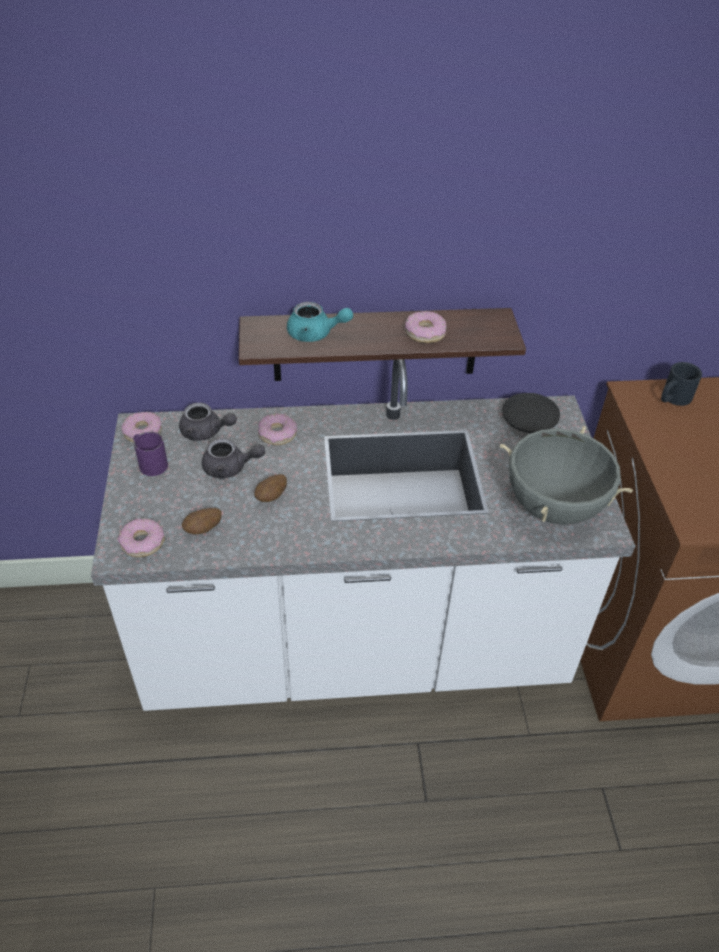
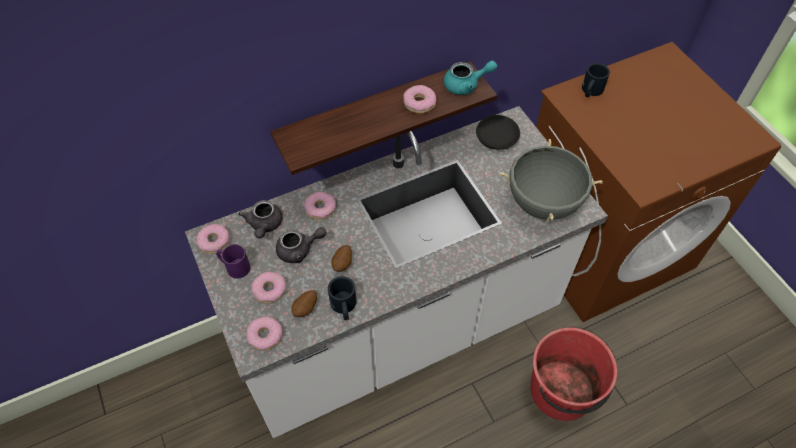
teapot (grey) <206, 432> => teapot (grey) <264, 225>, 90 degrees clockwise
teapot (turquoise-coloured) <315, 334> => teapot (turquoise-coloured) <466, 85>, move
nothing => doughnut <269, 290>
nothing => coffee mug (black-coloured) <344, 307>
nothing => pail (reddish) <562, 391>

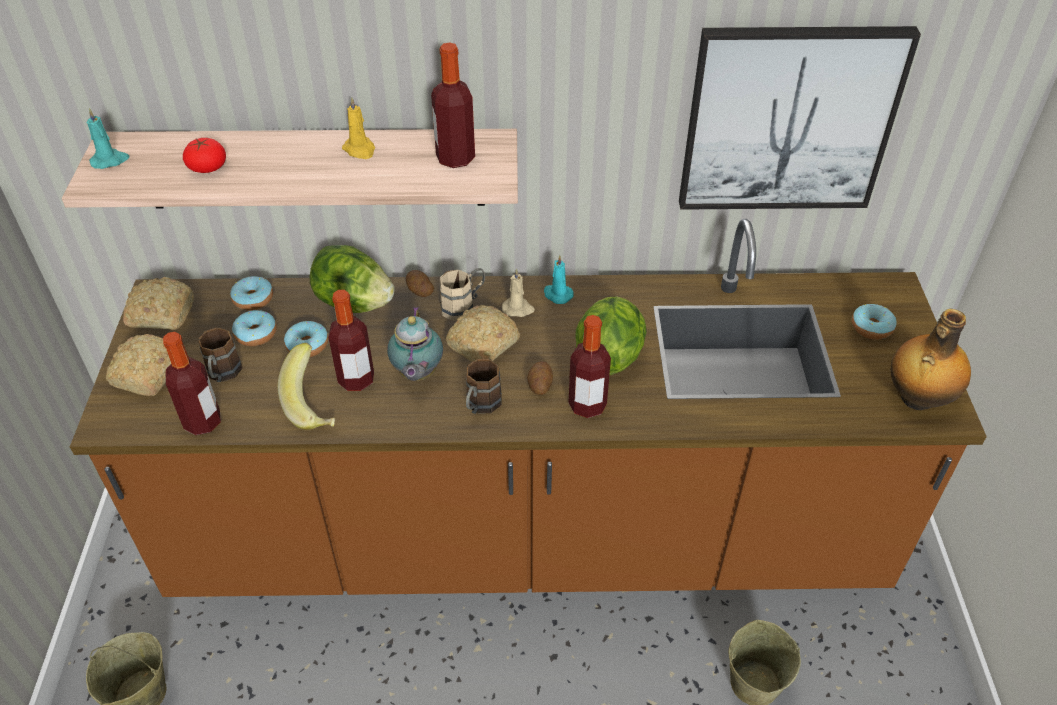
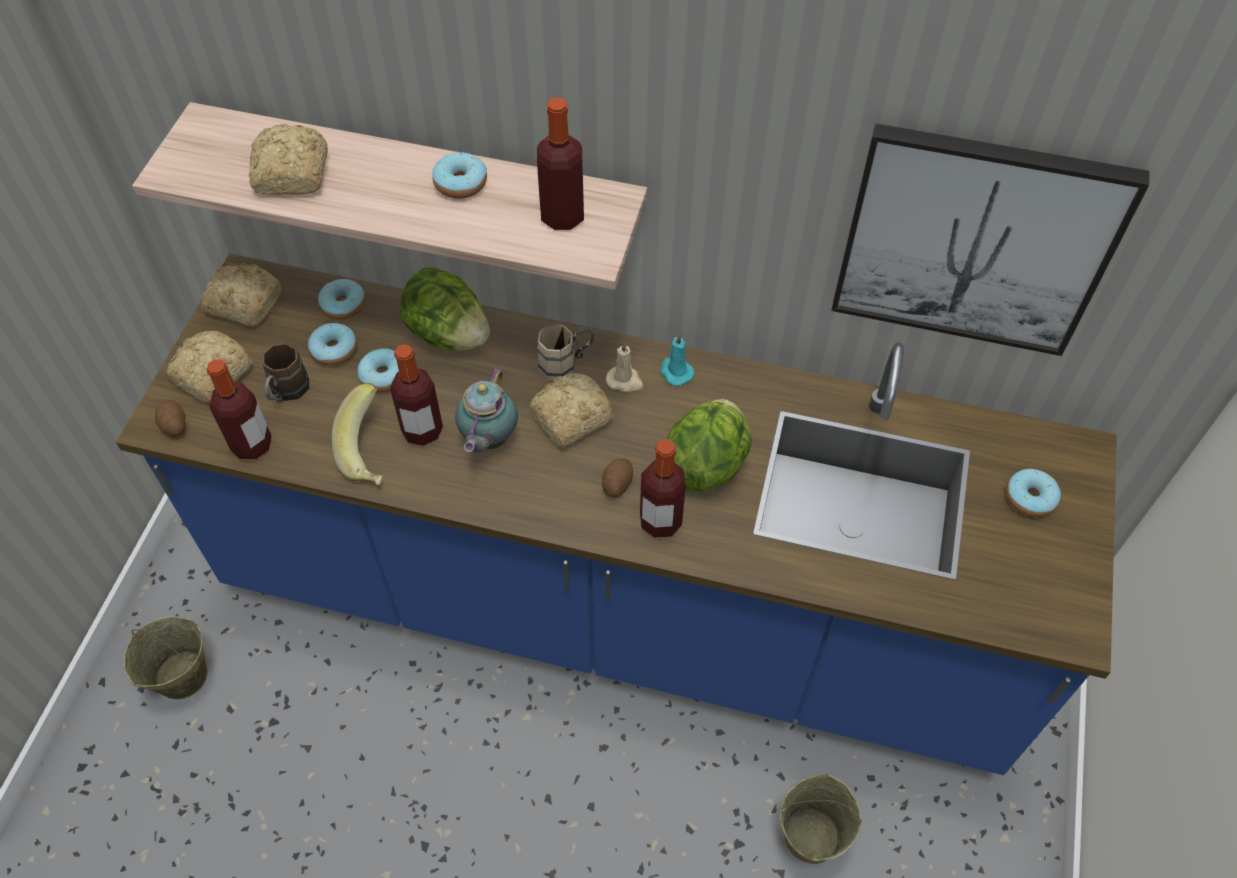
kitchen counter (brownish) <528, 538> => kitchen counter (blue-coloured) <617, 607>
wax light (turquoise-coloured) <110, 160> => nothing
whole tomato <207, 167> => bakery bread <291, 175>
wax light (yellow-coloured) <360, 150> => doughnut <461, 183>
spud <419, 291> => spud <173, 425>, move
coffee mug (brownish) <480, 406> => nothing
beverage bottle <916, 399> => nothing

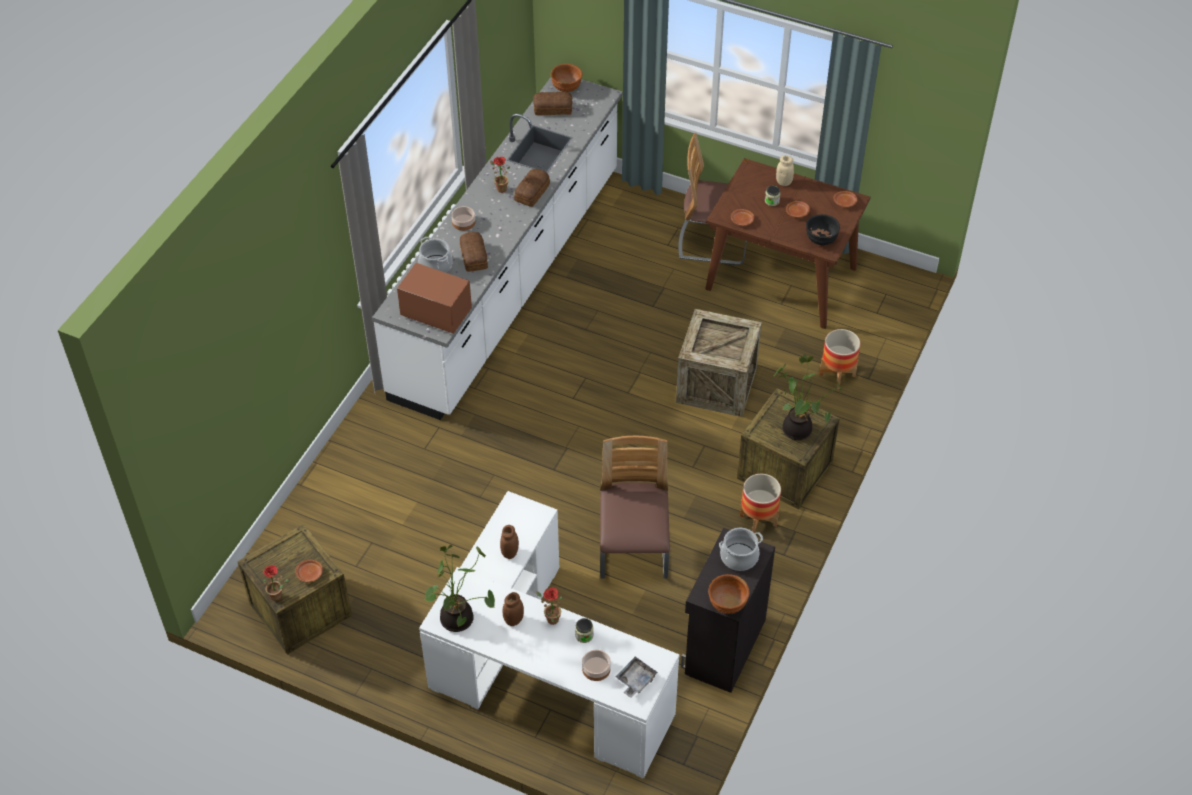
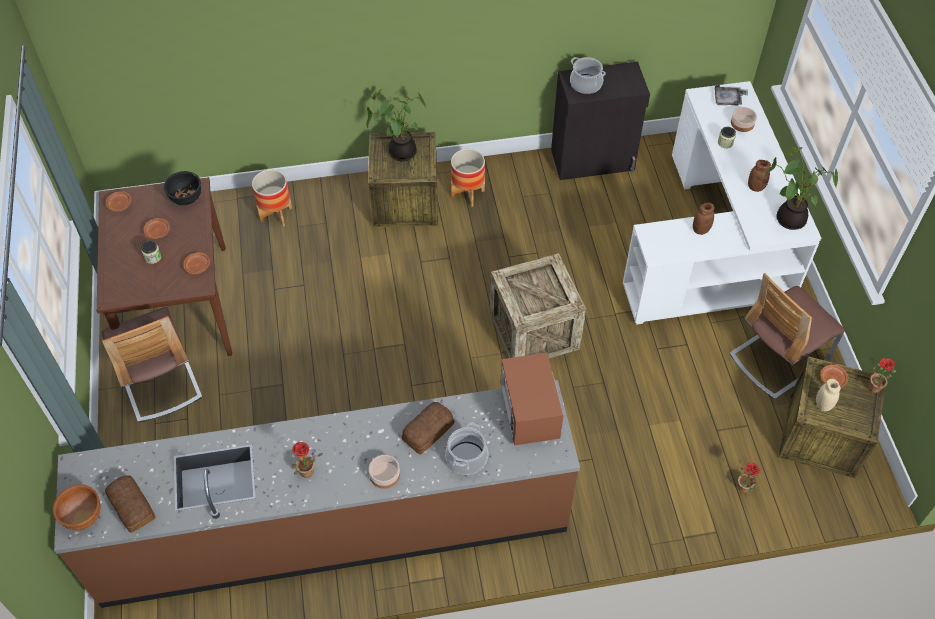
kitchen counter (whitish) <509, 282> => kitchen counter (brownish) <333, 526>
bakery bread <533, 192> => nothing
houseplant <550, 619> => houseplant <744, 490>, move
upright chair <633, 551> => upright chair <778, 359>, move
packing crate <716, 384> => packing crate <534, 331>, move
serving bowl (brownish) <727, 604> => nothing
jar (beige-coloured) <784, 182> => jar (beige-coloured) <823, 405>, move

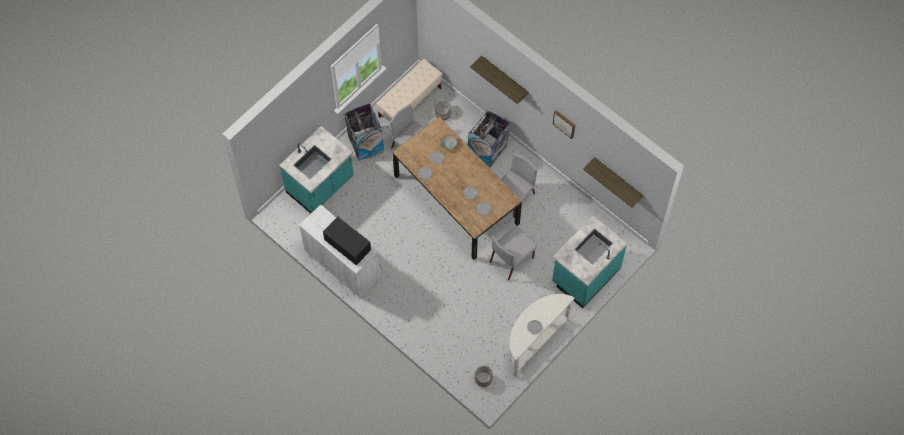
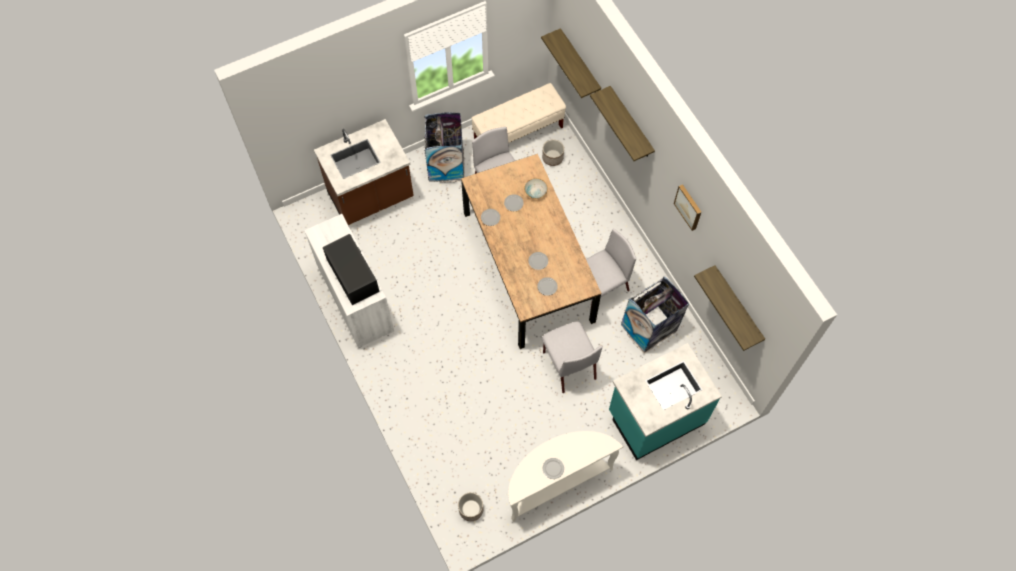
kitchen counter (turquoise-coloured) <320, 186> => kitchen counter (brownish) <371, 197>
rubbish bin <487, 149> => rubbish bin <649, 327>, move
upright chair (grey) <512, 259> => upright chair (grey) <568, 364>, 90 degrees counterclockwise
nothing => shelf <580, 64>

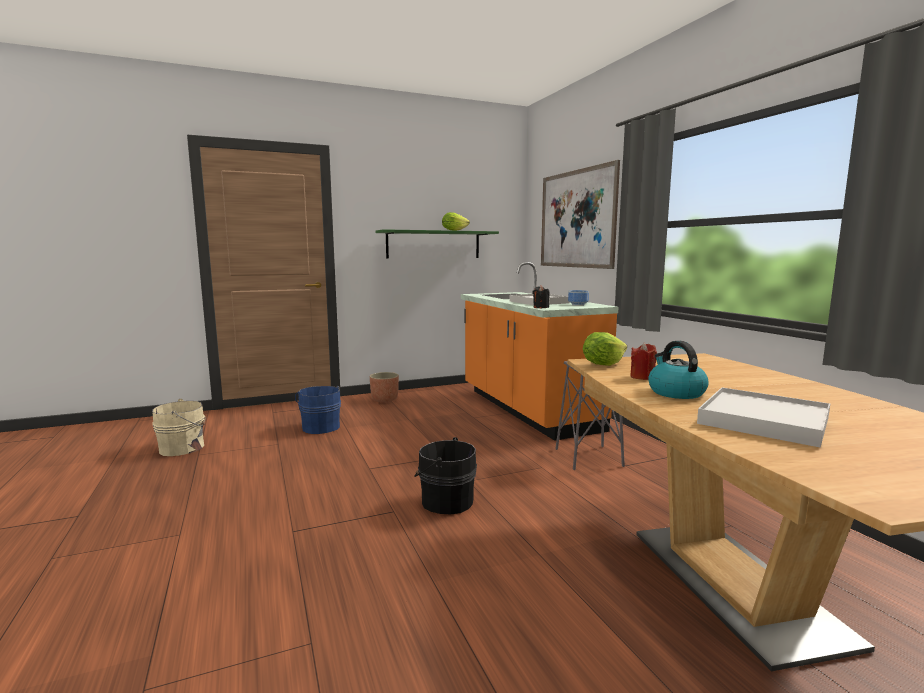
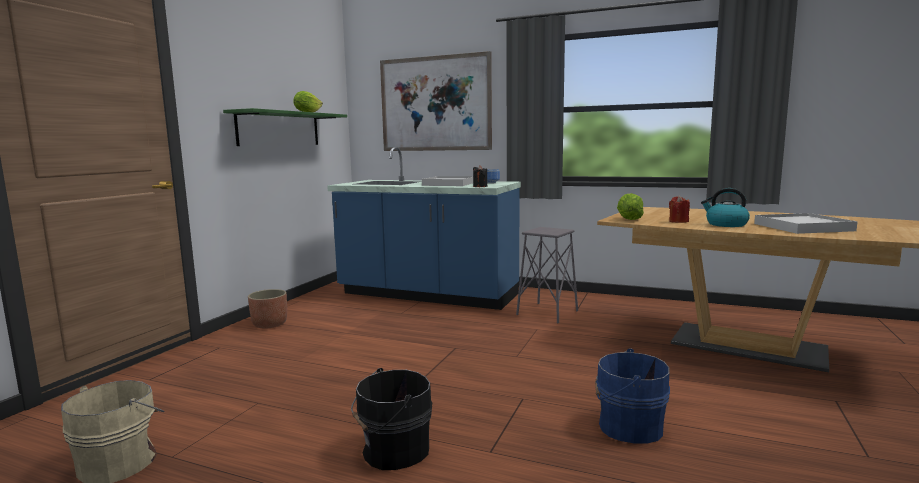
pail (blue-coloured) <320, 427> => pail (blue-coloured) <627, 426>, move
pail (black-coloured) <445, 501> => pail (black-coloured) <392, 451>, move
kitchen counter (orange-coloured) <526, 409> => kitchen counter (blue-coloured) <427, 295>

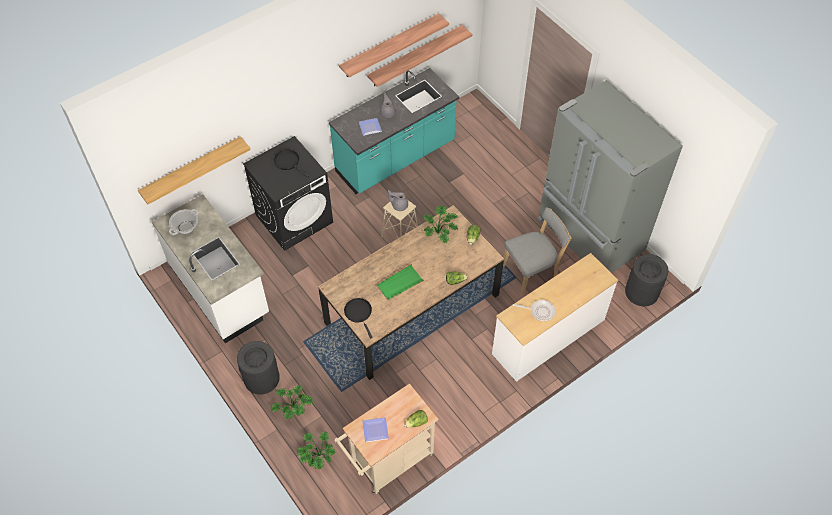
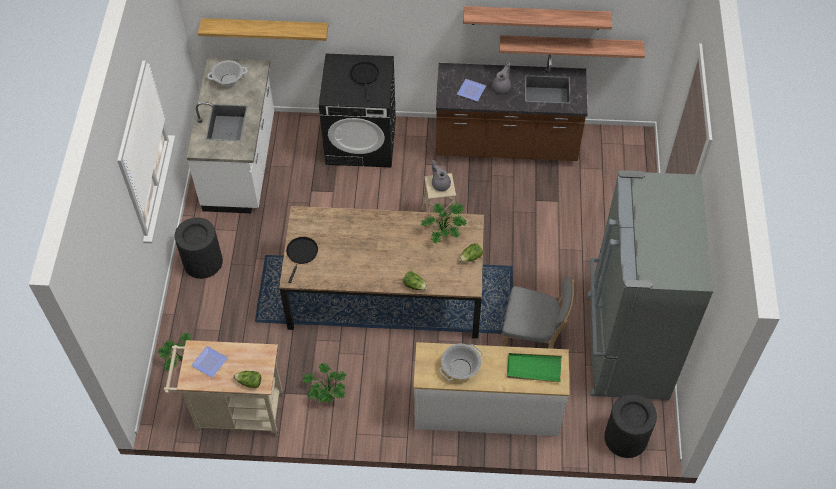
houseplant <293, 409> => houseplant <327, 393>, move
kitchen counter (turquoise-coloured) <396, 158> => kitchen counter (brownish) <506, 145>
carrying tray (green) <400, 284> => carrying tray (green) <533, 368>, move
pan <540, 311> => cooking pot <460, 368>

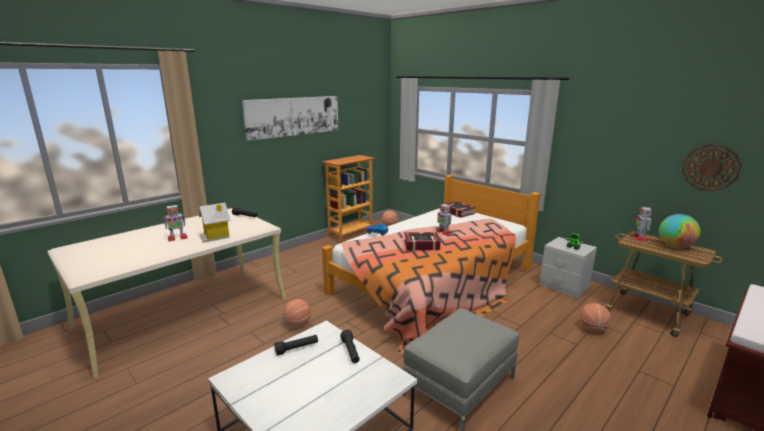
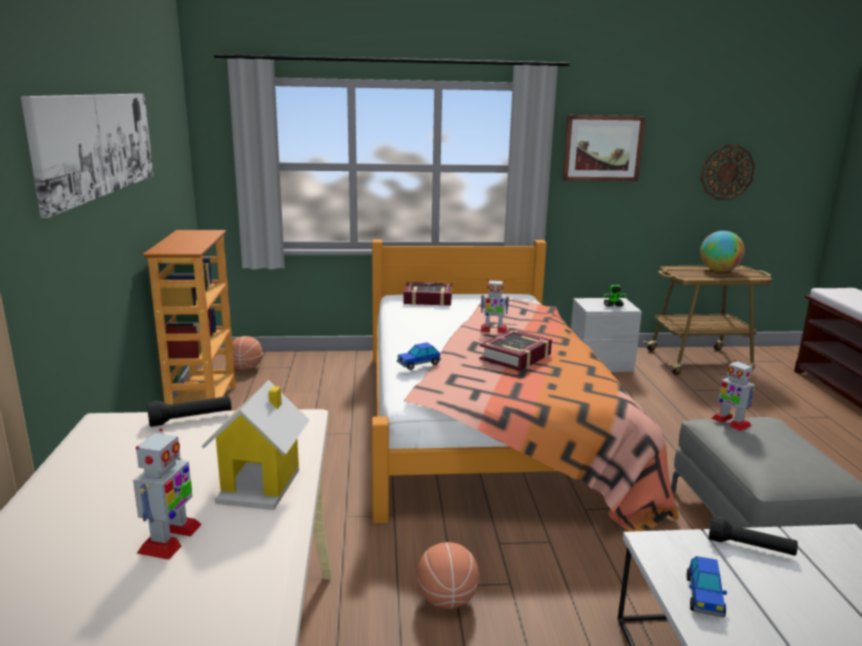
torch (black-coloured) <297, 349> => miniature car <704, 596>
basketball <593, 329> => nothing
model robot <640, 238> => model robot <730, 422>, move
nothing => wall art <602, 148>

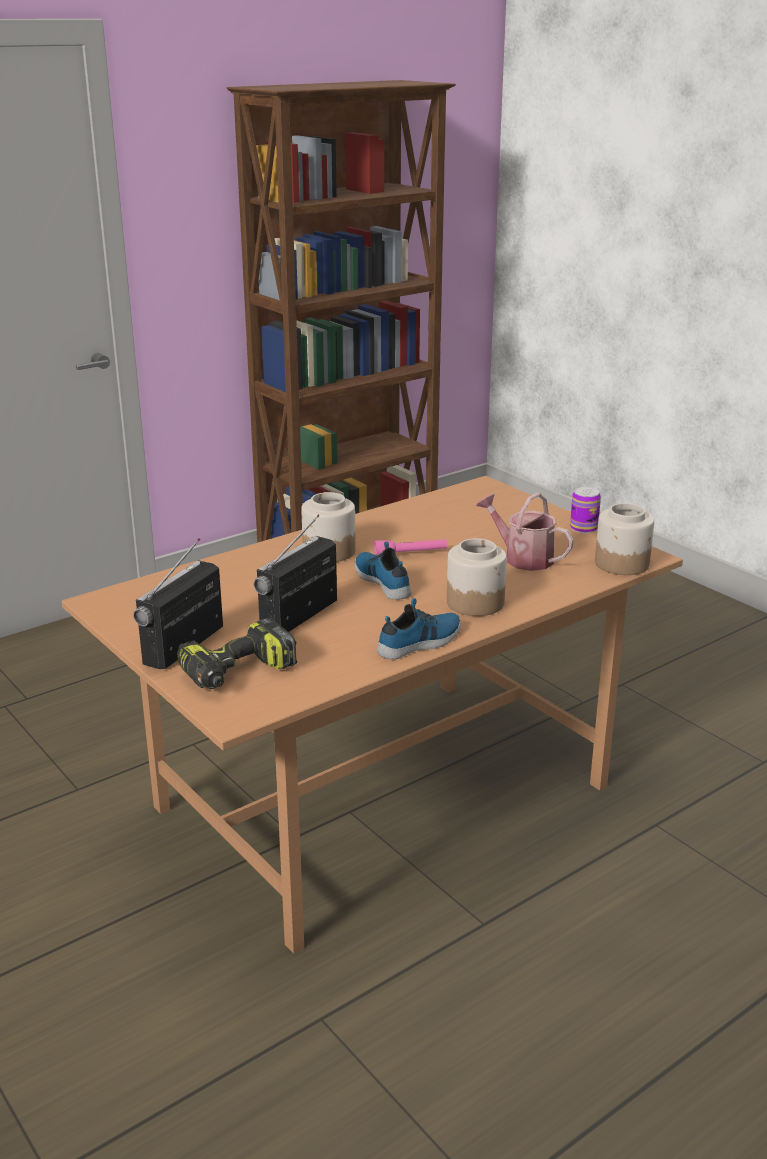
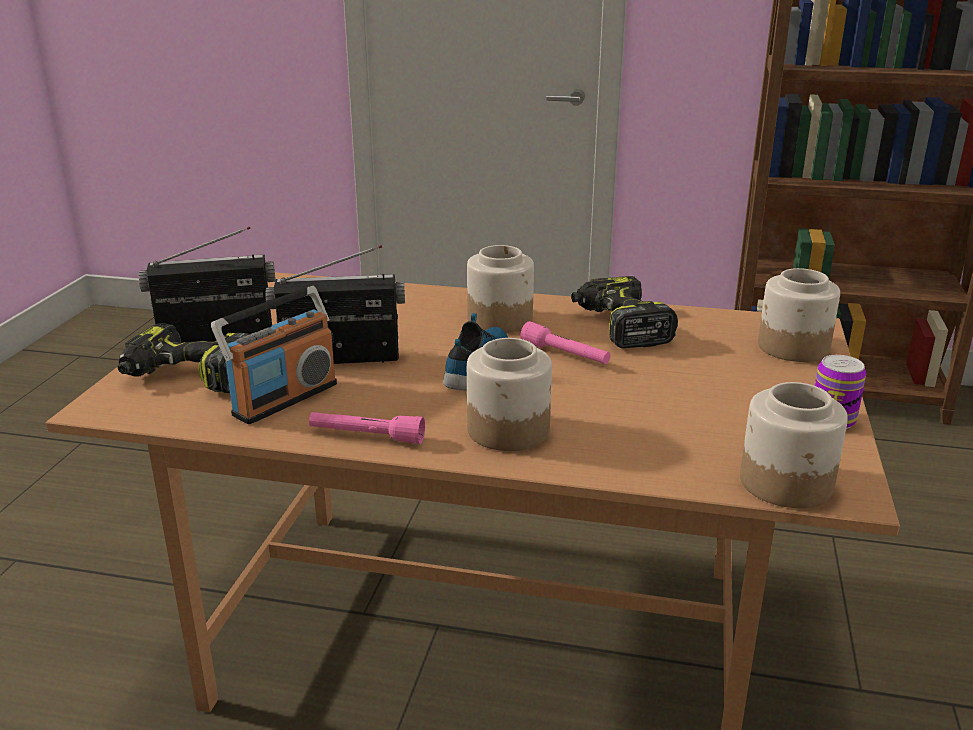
shoe <421, 642> => torch (pinkish) <366, 436>
sprinkling can <522, 558> => nothing
nothing => radio receiver <284, 399>
nothing => electric drill <619, 326>
nothing => jar <792, 347>

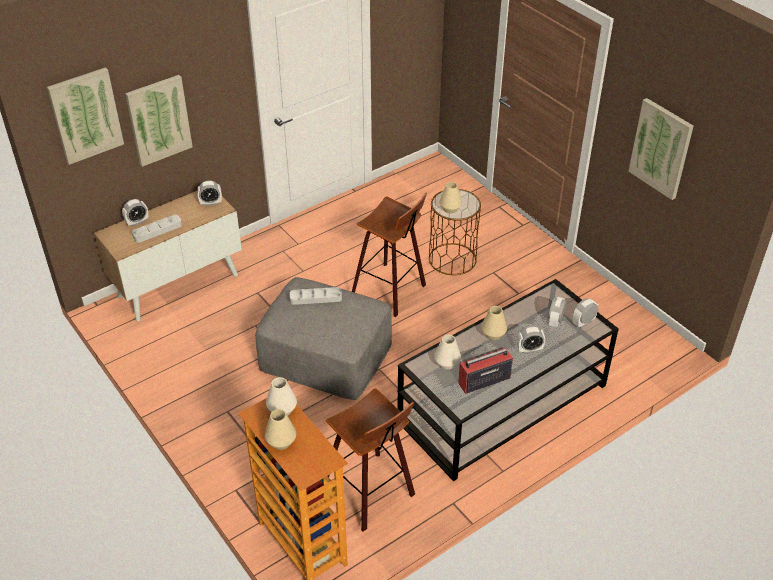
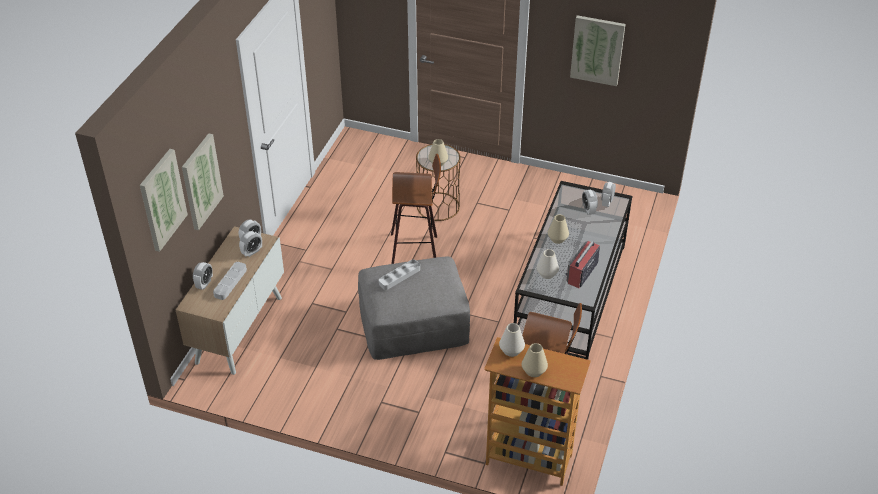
alarm clock <529, 349> => alarm clock <252, 252>, move

